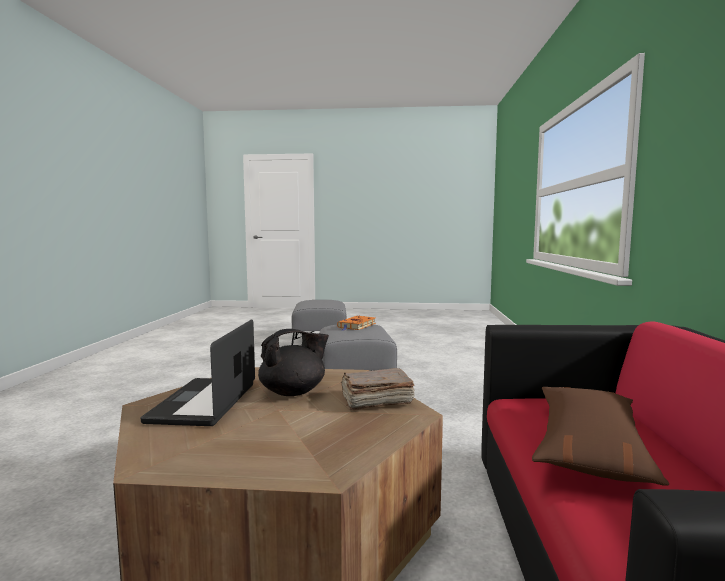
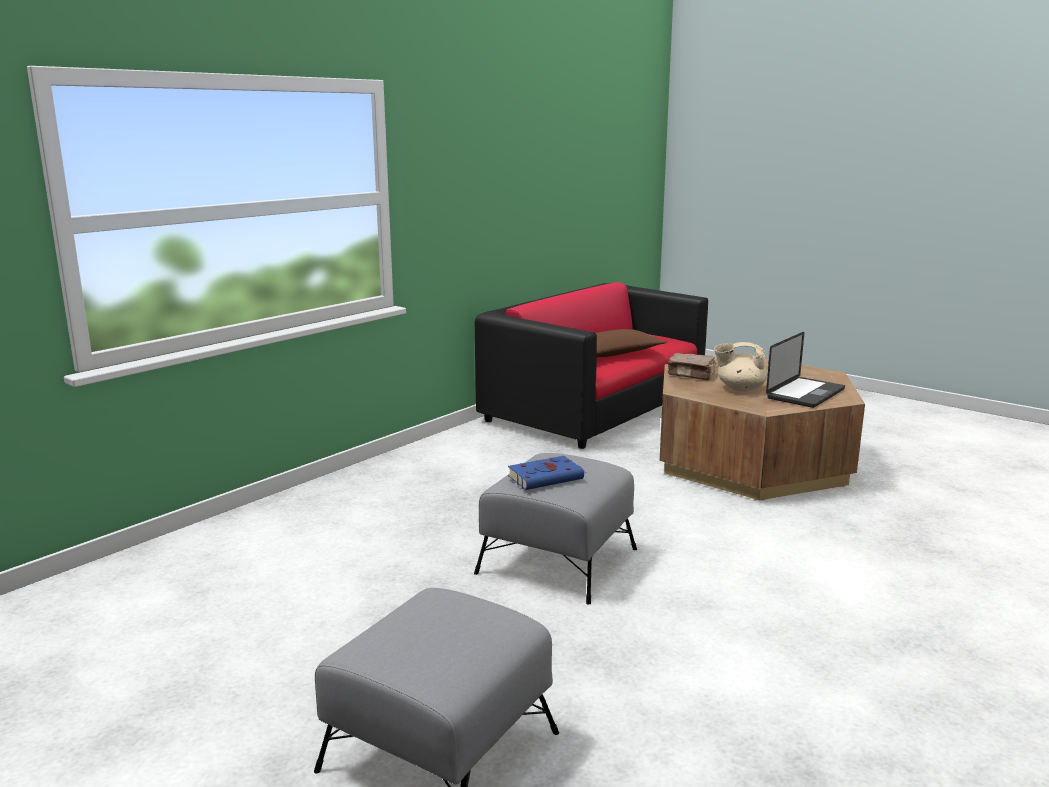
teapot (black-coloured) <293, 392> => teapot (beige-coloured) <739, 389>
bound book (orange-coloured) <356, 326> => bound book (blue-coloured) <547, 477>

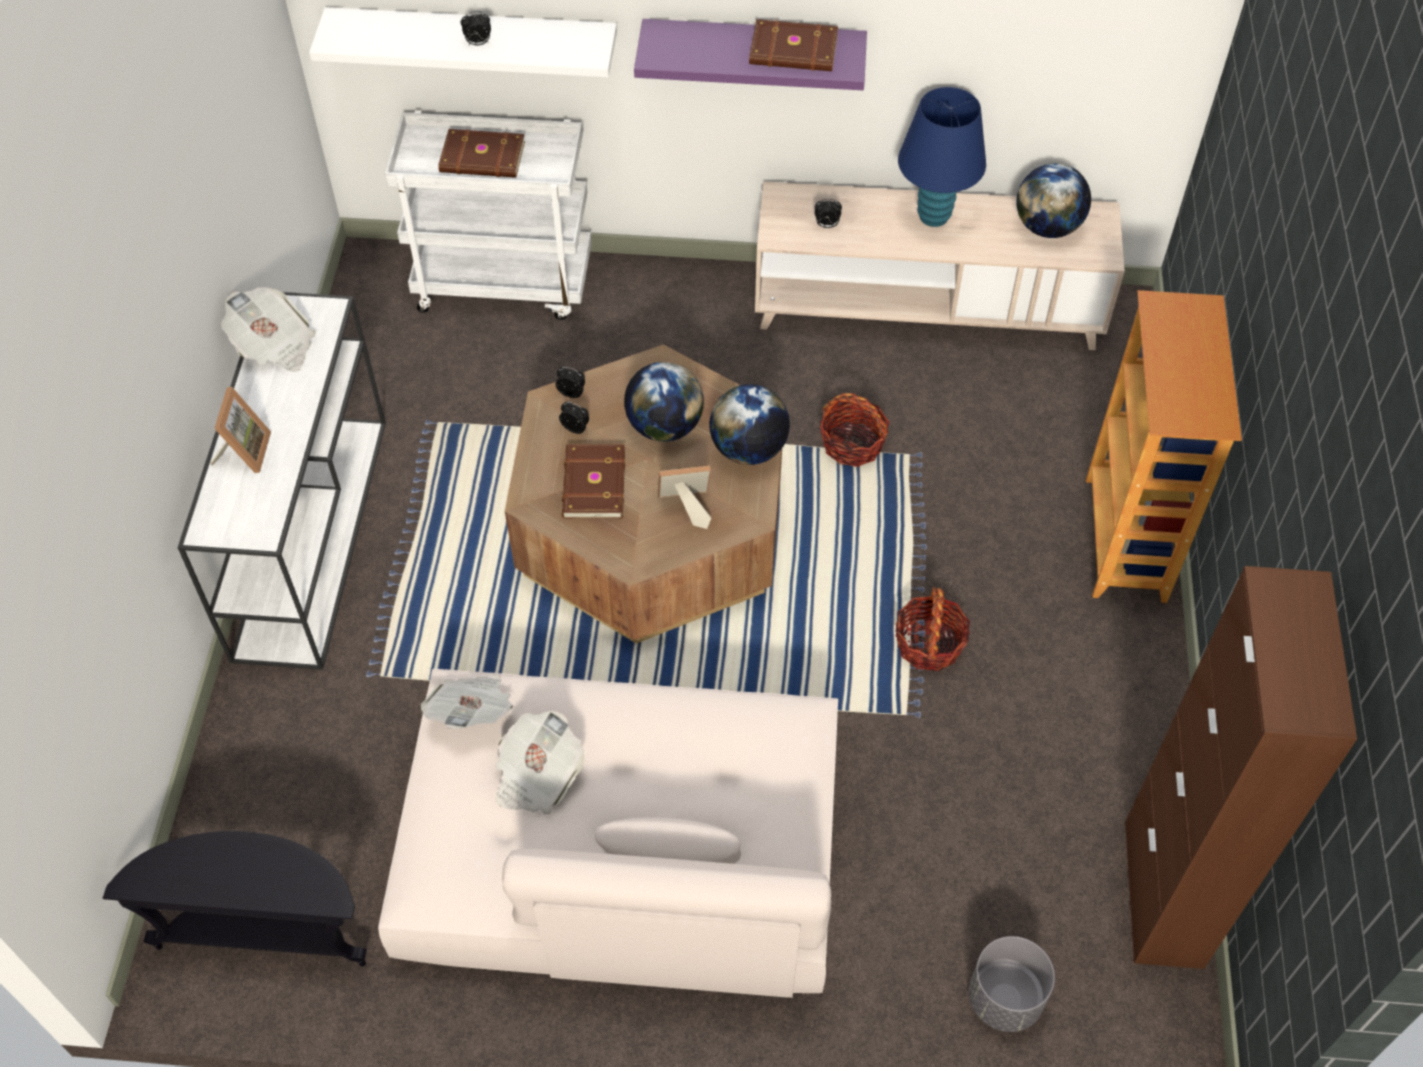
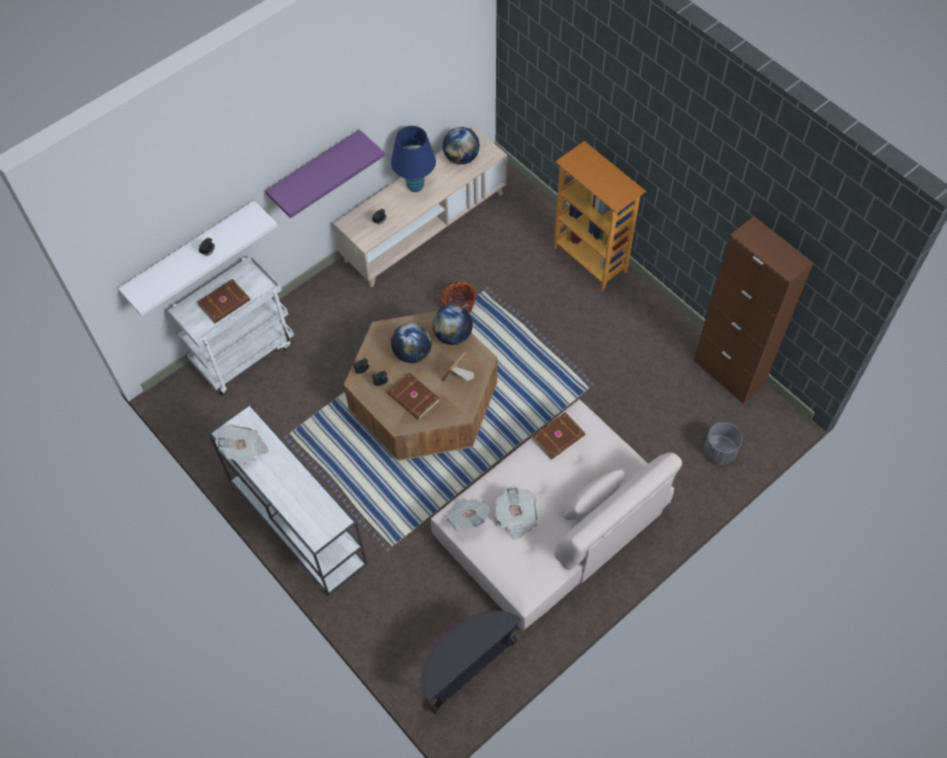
standing frame <244, 452> => nothing
bound book (brownish) <794, 51> => bound book (brownish) <559, 437>, move
household basket <929, 644> => nothing

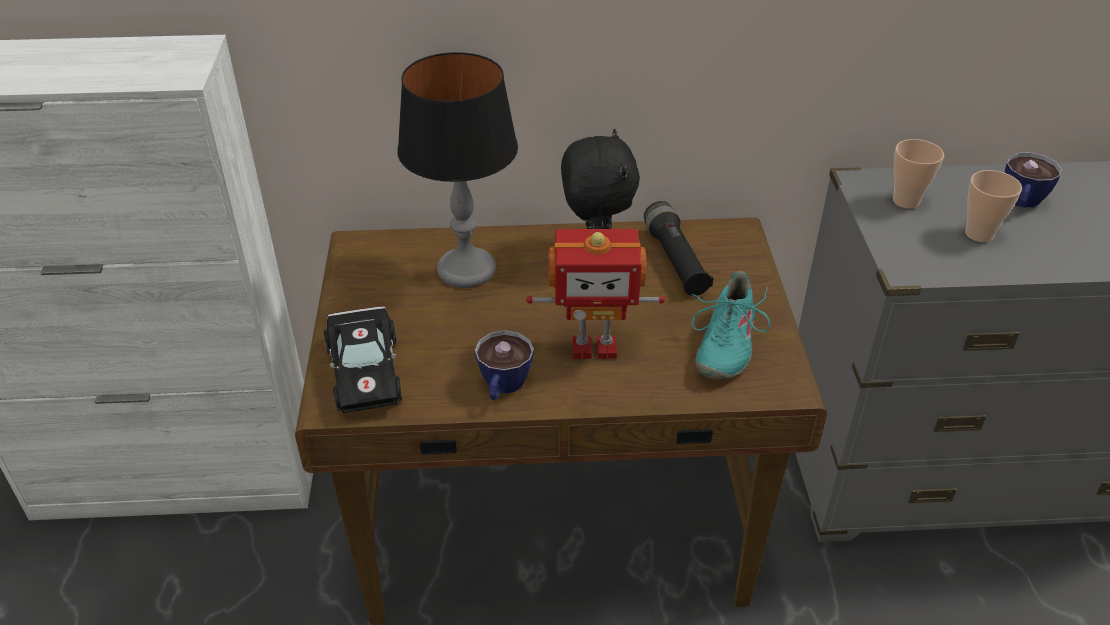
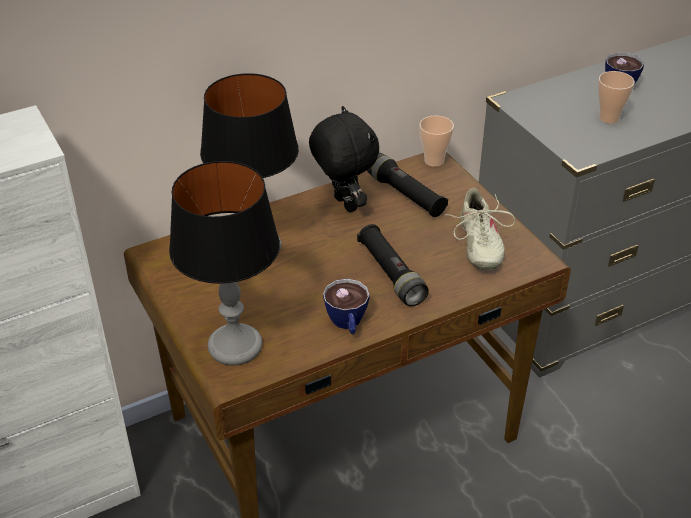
miniature car (black-coloured) <365, 370> => table lamp <235, 346>
model robot <594, 346> => torch (black-coloured) <391, 274>
shoe (turquoise-coloured) <725, 344> => shoe (beige-coloured) <478, 244>
cup <906, 201> => cup <434, 161>, move

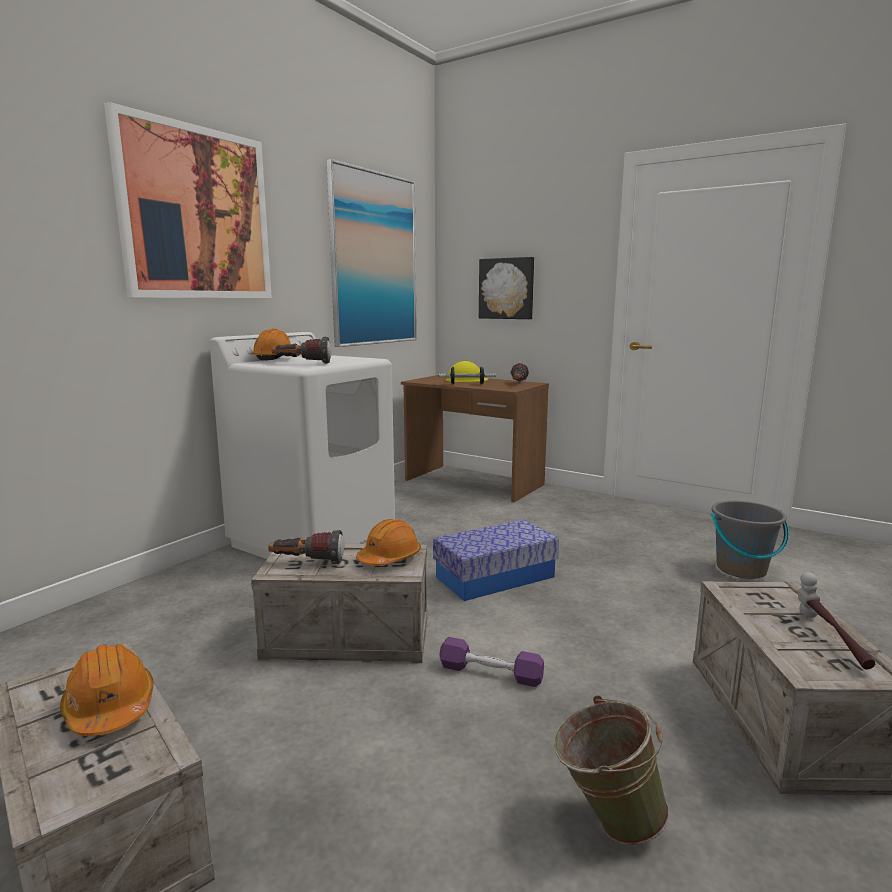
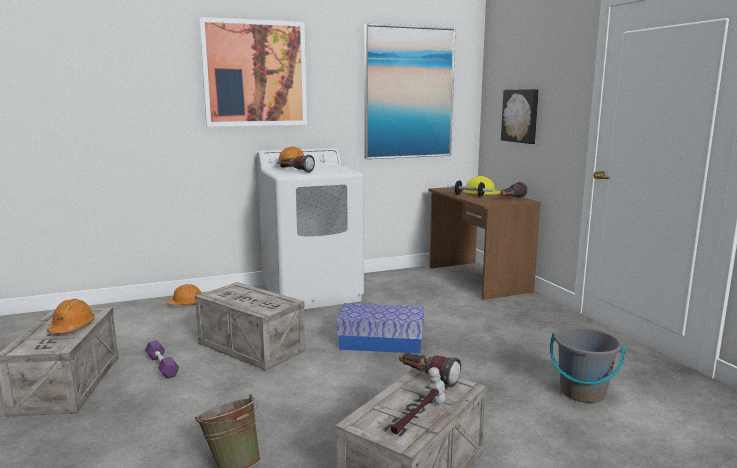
torch <307, 562> => torch <427, 378>, move
work helmet (orange-coloured) <389, 558> => work helmet (orange-coloured) <186, 304>, move
dumbbell (purplish) <490, 673> => dumbbell (purplish) <162, 366>, move

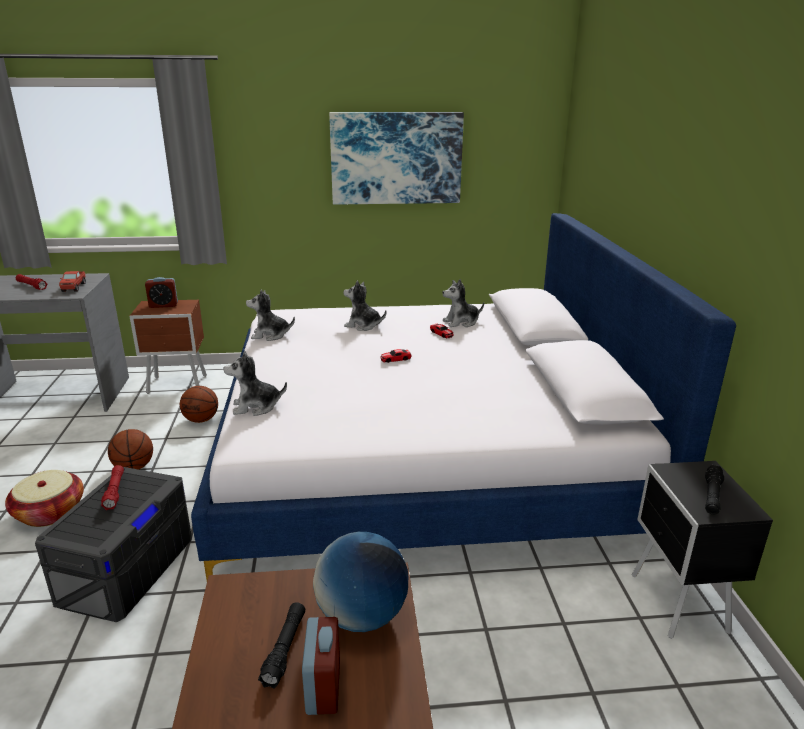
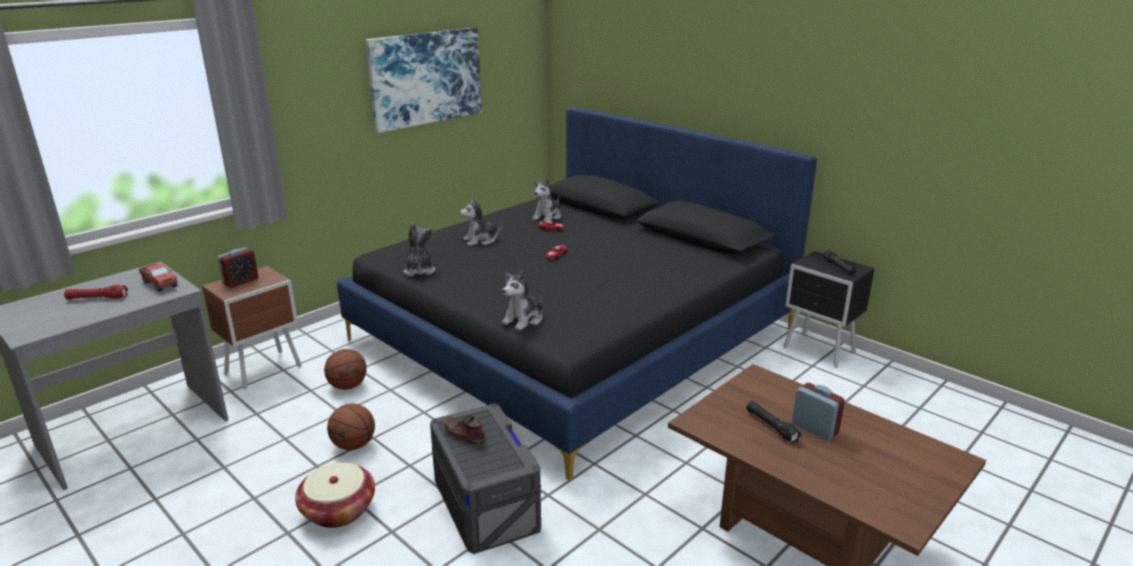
torch (reddish) <114, 492> => shoe (brownish) <463, 434>
sleeping bed (whitish) <422, 453> => sleeping bed (black-coloured) <572, 334>
cuddly toy <270, 335> => cuddly toy <419, 271>, 120 degrees clockwise
globe <362, 616> => nothing

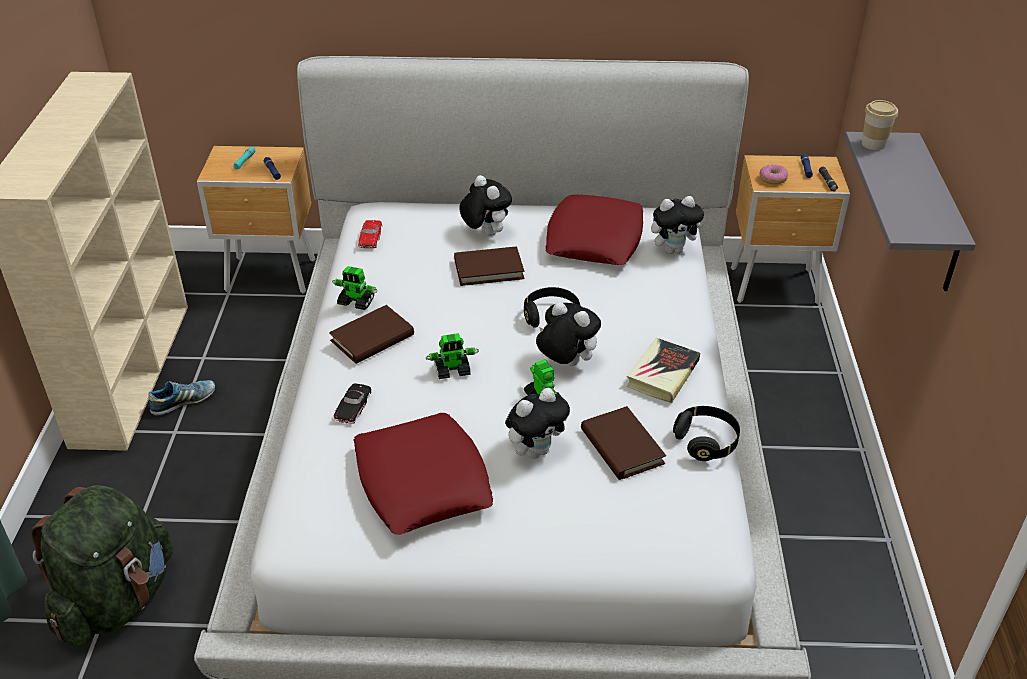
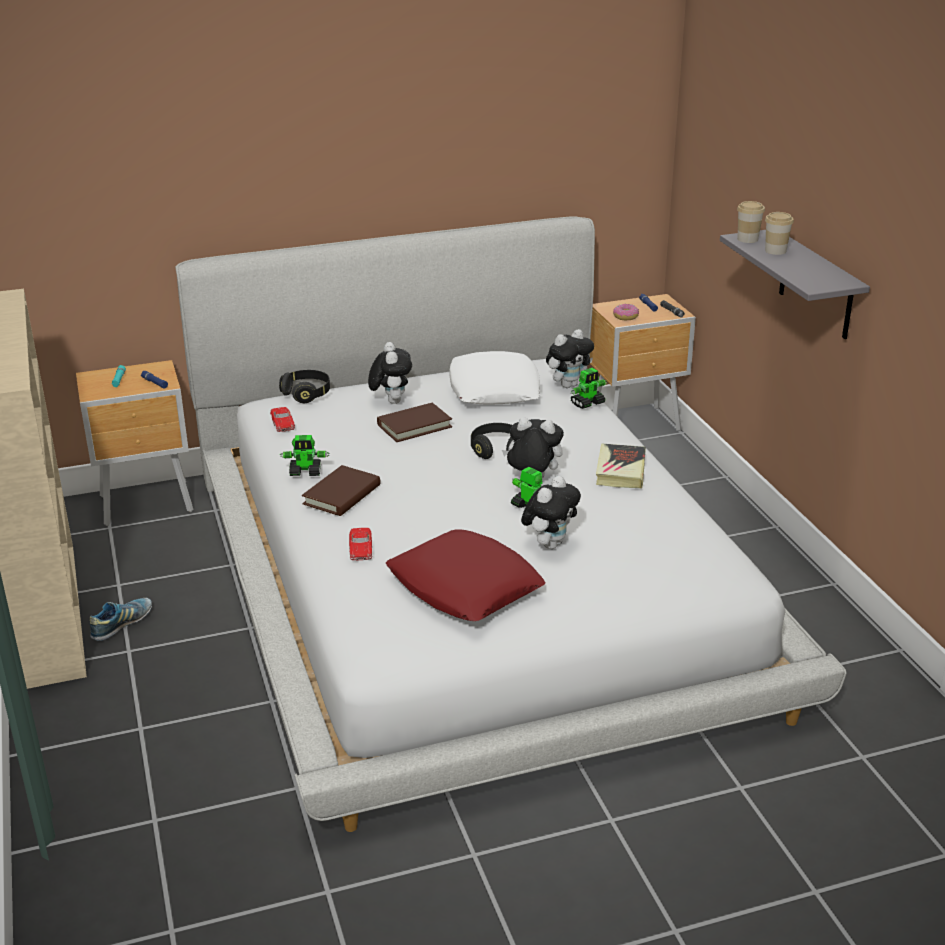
rucksack (green) <117, 600> => nothing
miniature car (black-coloured) <353, 406> => miniature car (reddish) <360, 547>
model robot <453, 370> => model robot <588, 403>, move
cuddly toy <485, 233> => cuddly toy <391, 401>, 45 degrees clockwise
throw pillow (reddish) <595, 239> => throw pillow (whitish) <494, 389>
bound book (brownish) <622, 447> => nothing
headphones (black-coloured) <706, 442> => headphones (black-coloured) <306, 394>, move
nothing => cup <775, 251>

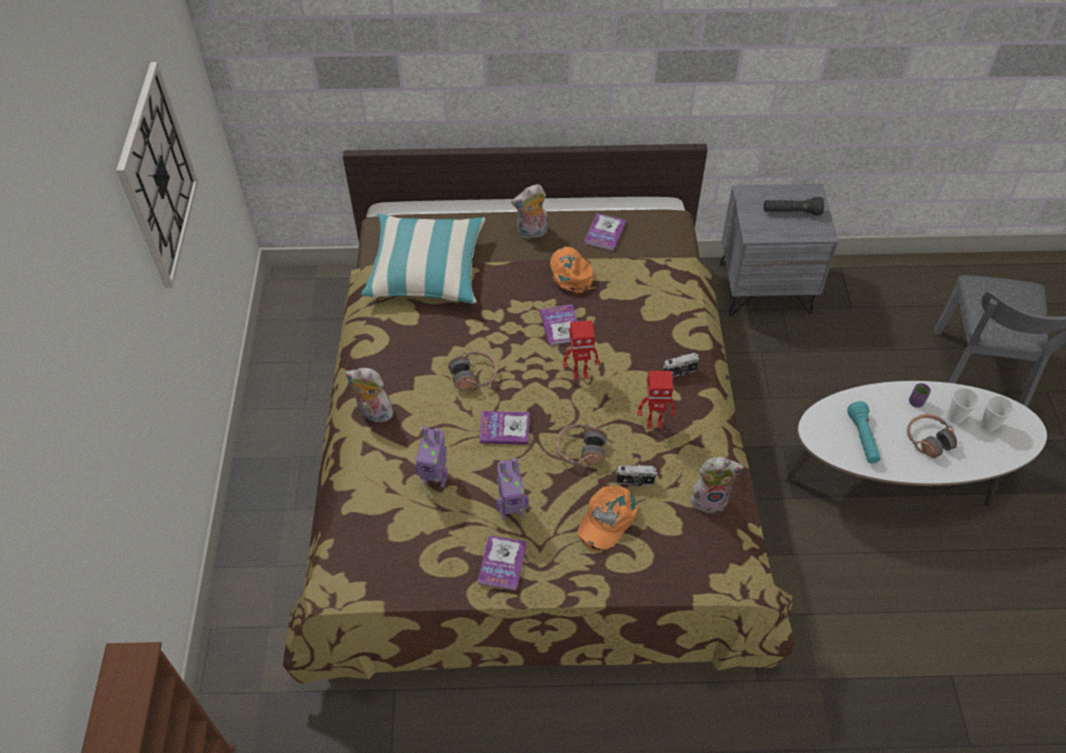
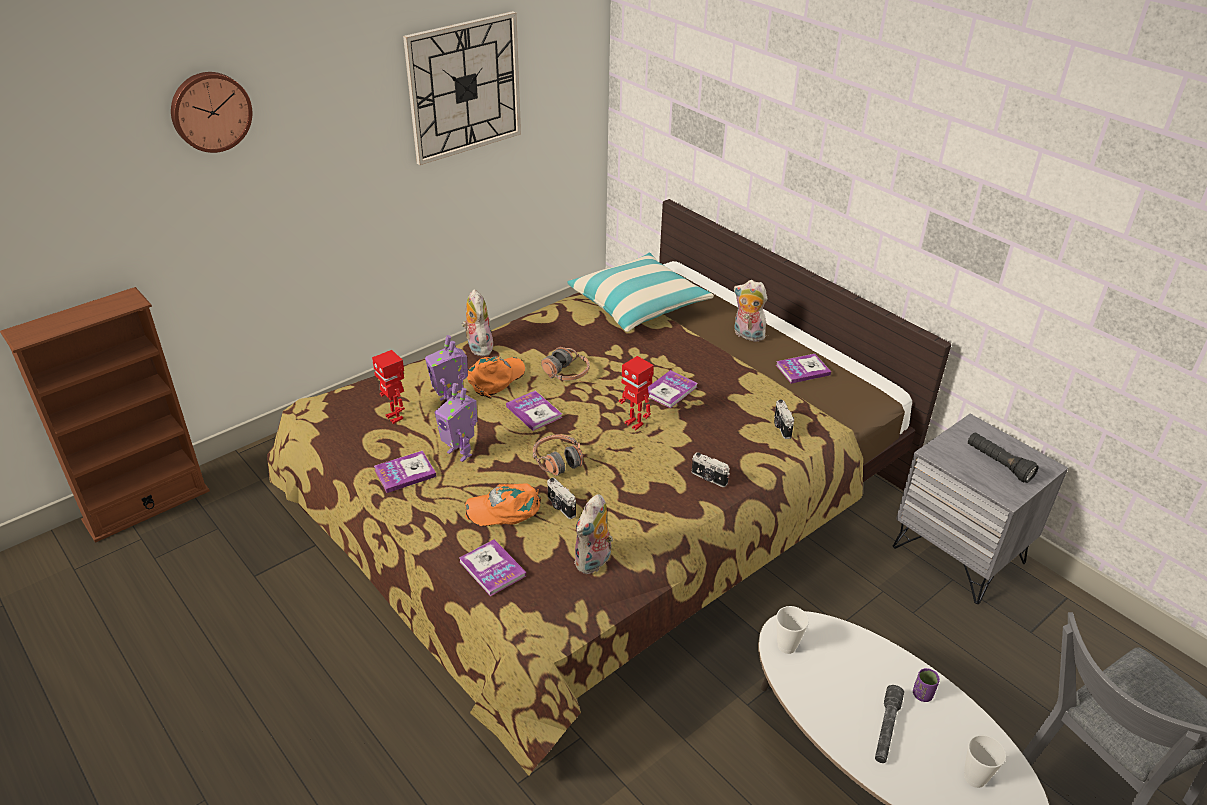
peaked cap (orange-coloured) <571, 273> => peaked cap (orange-coloured) <496, 378>, move
model robot <654, 423> => model robot <395, 417>, move
cuddly toy <710, 498> => cuddly toy <594, 562>, 75 degrees clockwise
torch (turquoise-coloured) <862, 438> => nothing
headphones <928, 440> => torch (grey) <886, 729>
cup <955, 417> => cup <786, 646>, move
nothing => hanging clock <210, 111>
nothing => bound book <492, 568>
nothing => photo camera <781, 427>

